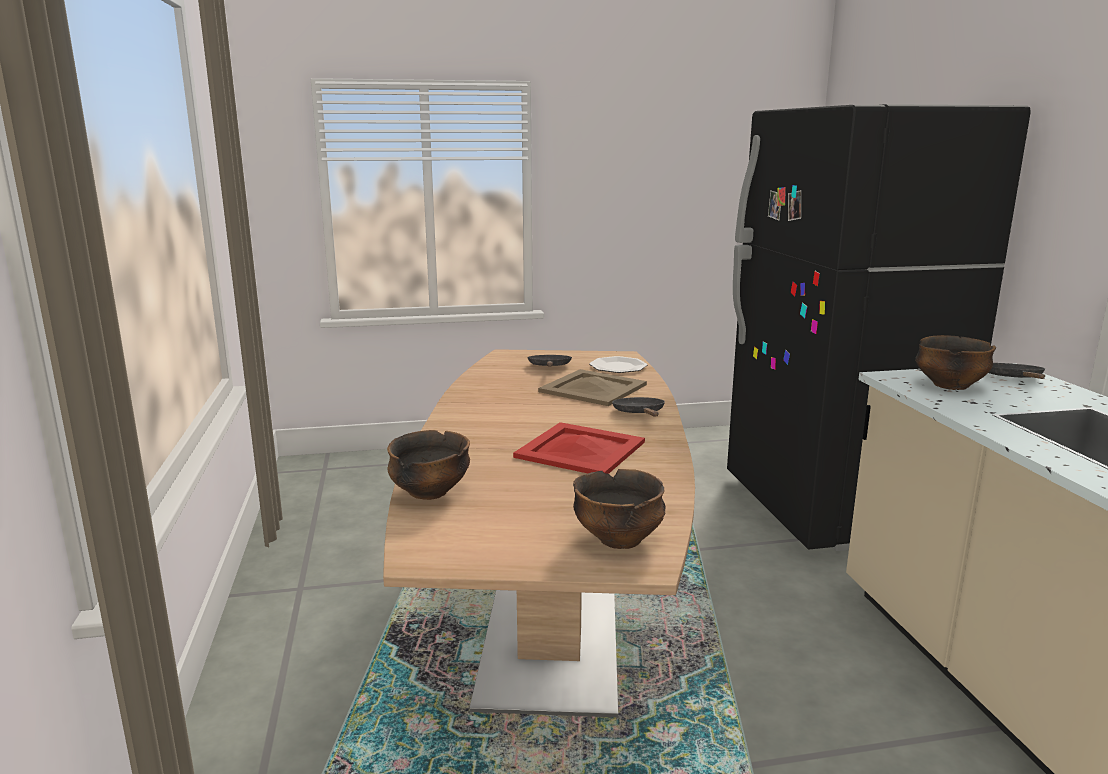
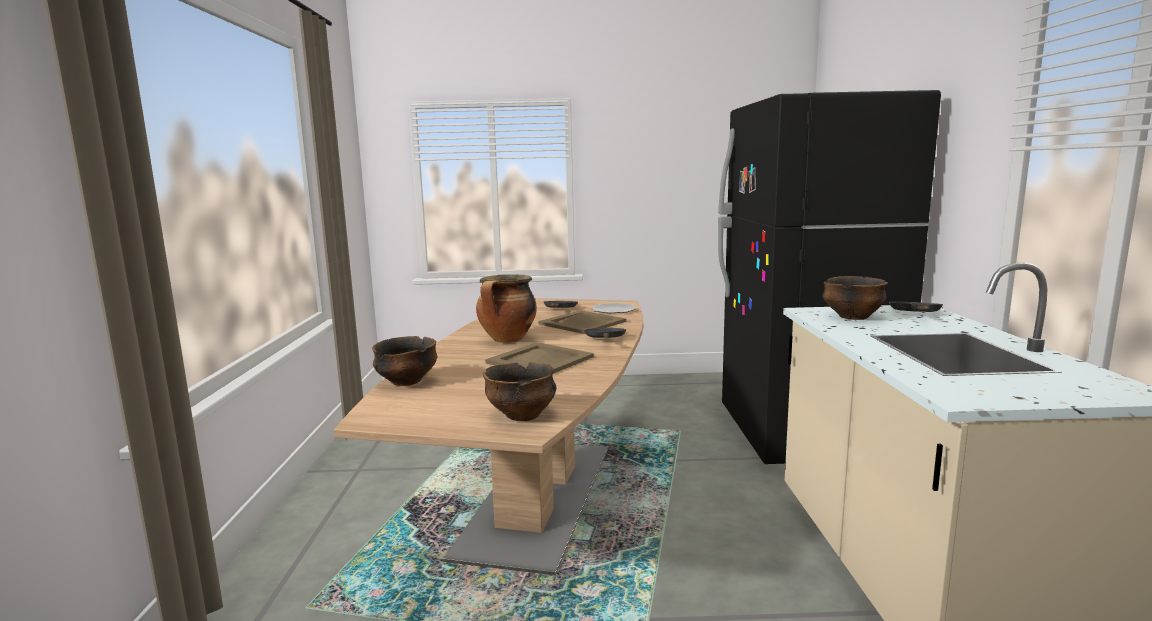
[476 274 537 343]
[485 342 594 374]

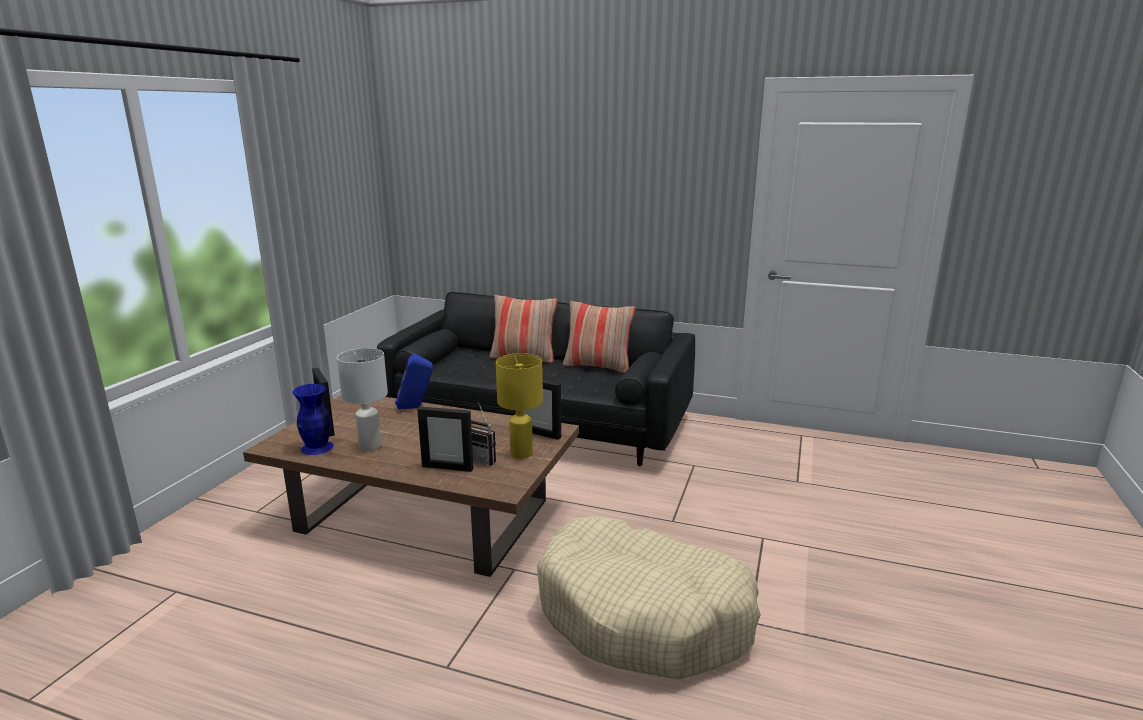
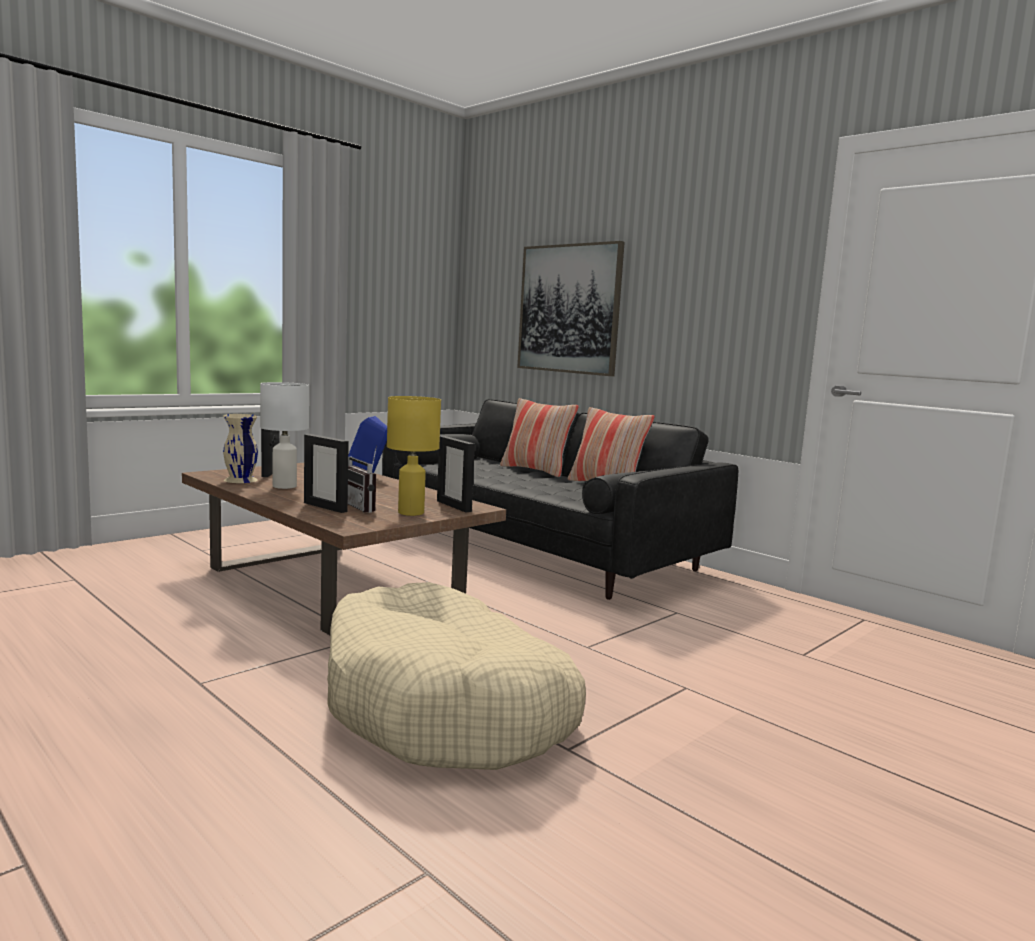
[517 241 625 376]
[223 414 258 483]

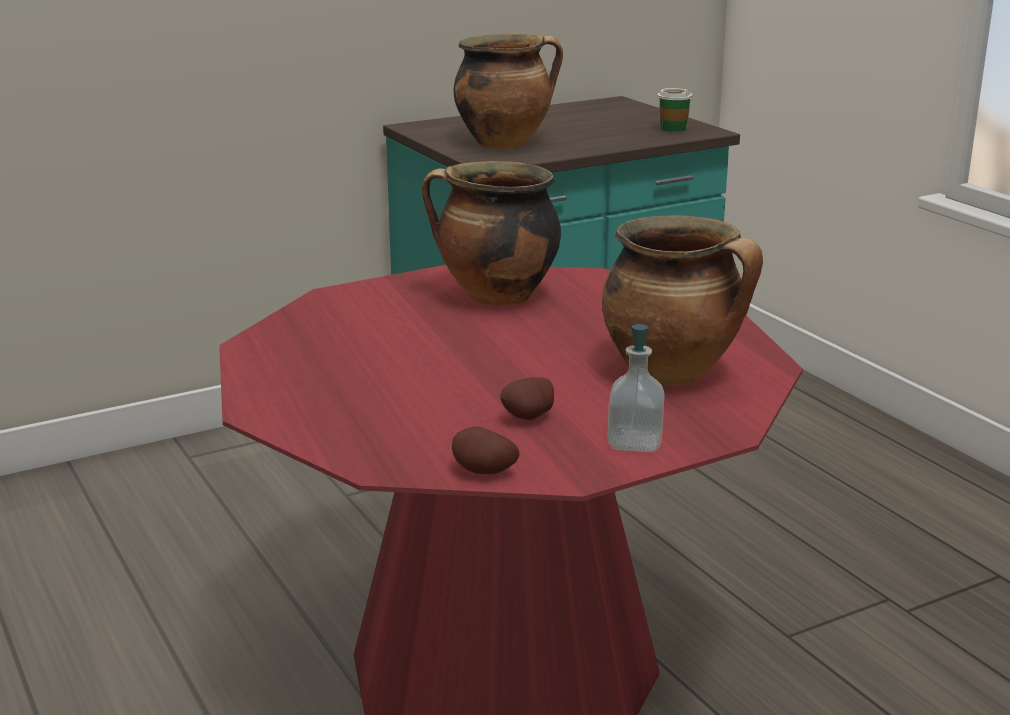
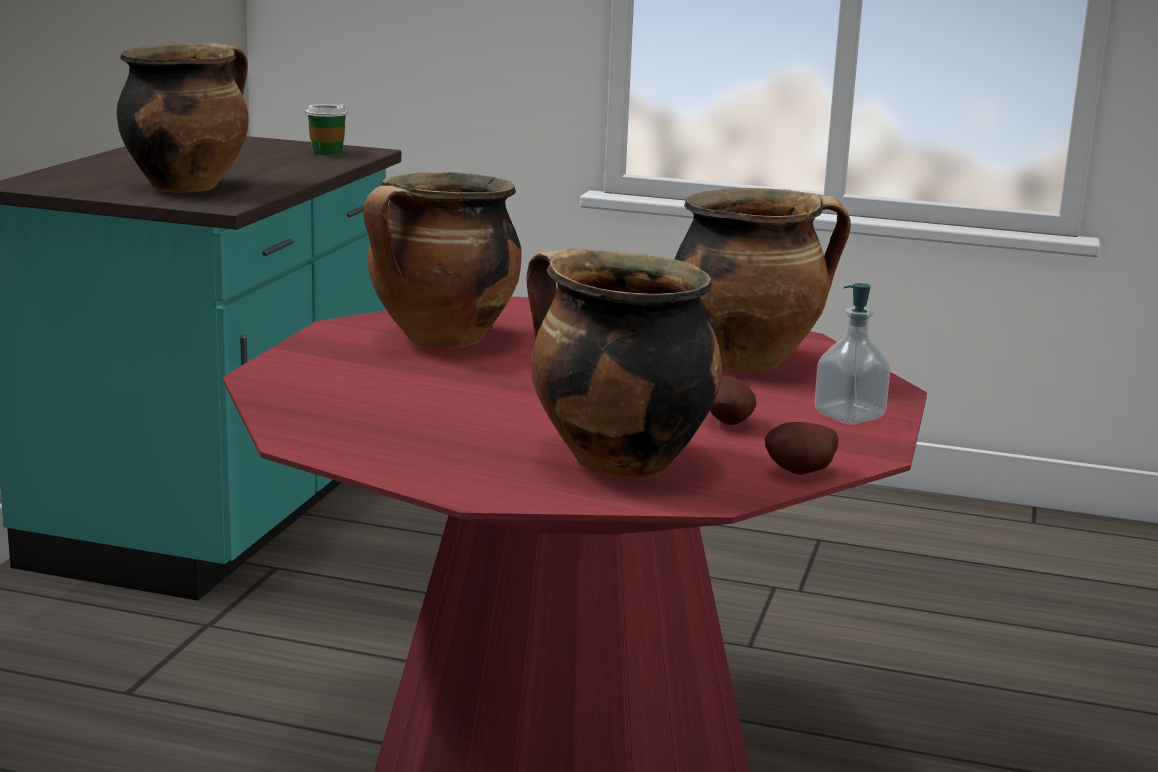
[526 249 722 478]

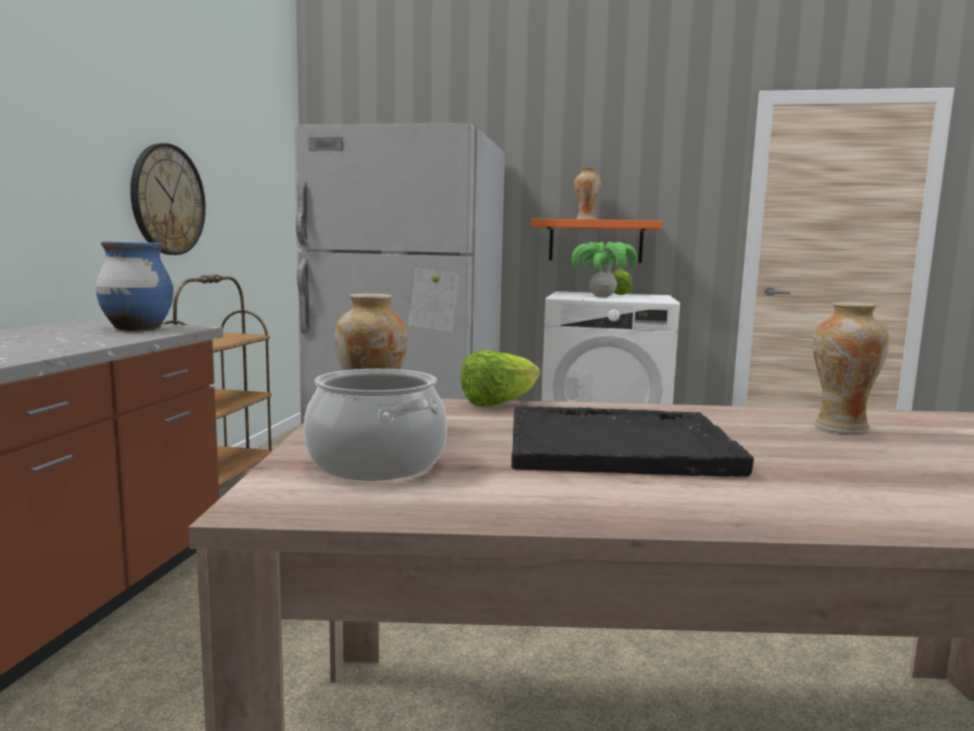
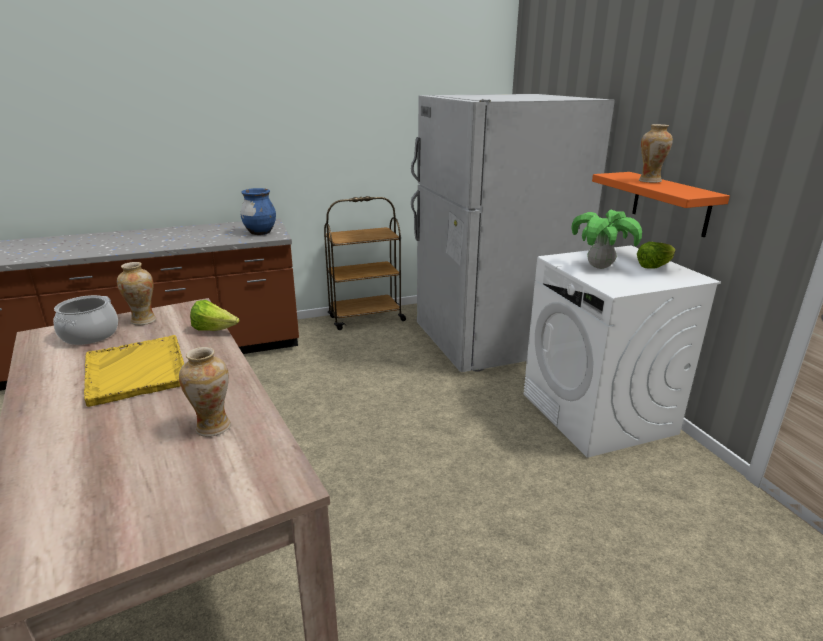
[130 143 206 255] (first image)
[84 335 184 407]

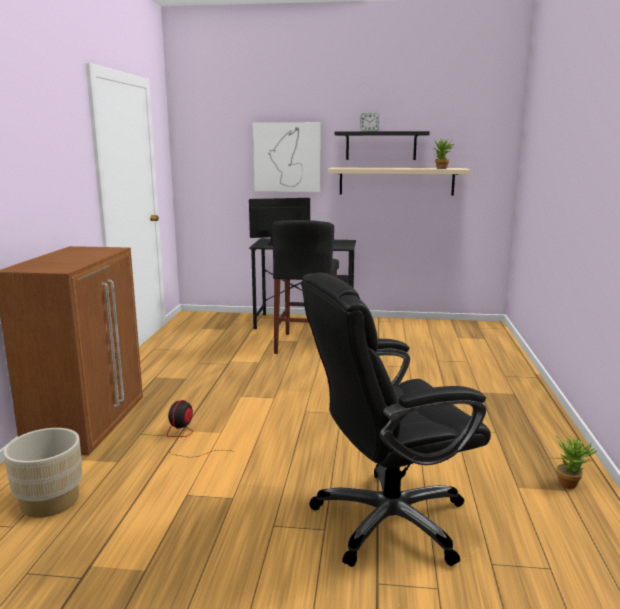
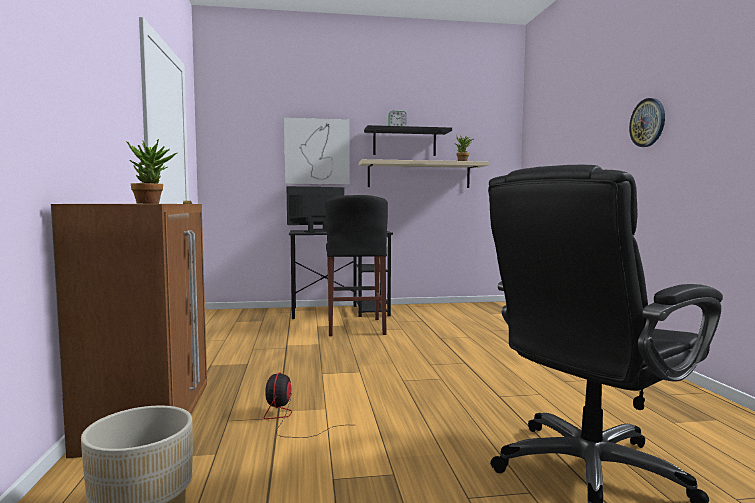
[629 98 665 147]
[126 139 178 204]

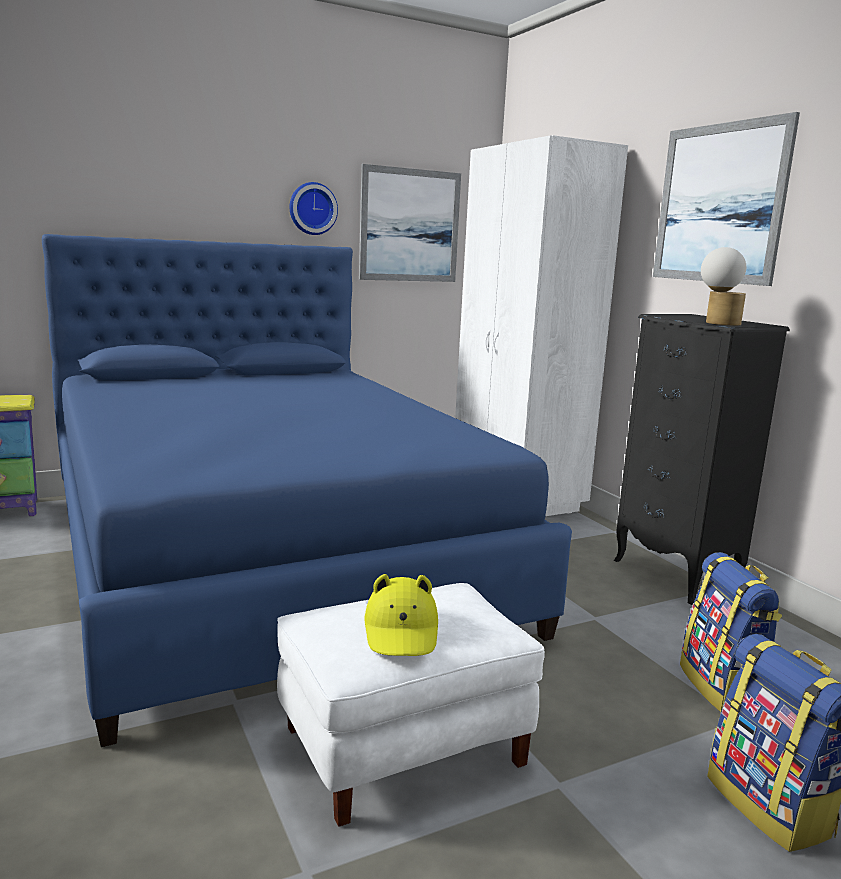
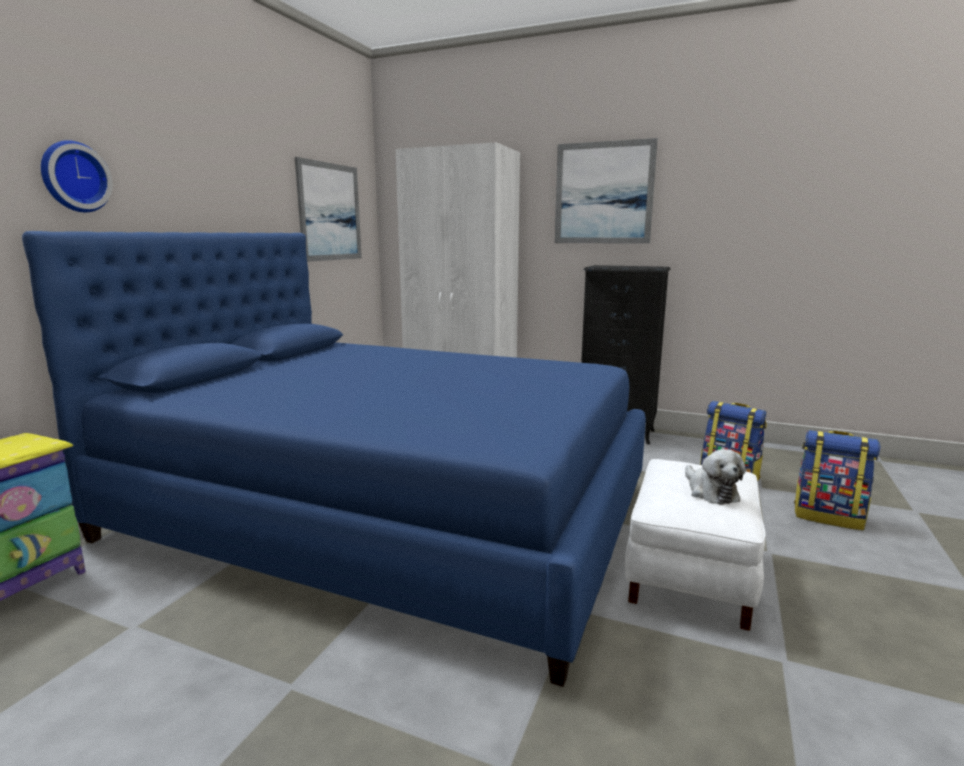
[701 247 746 326] (first image)
[41 140 113 212]
[685 449 746 505]

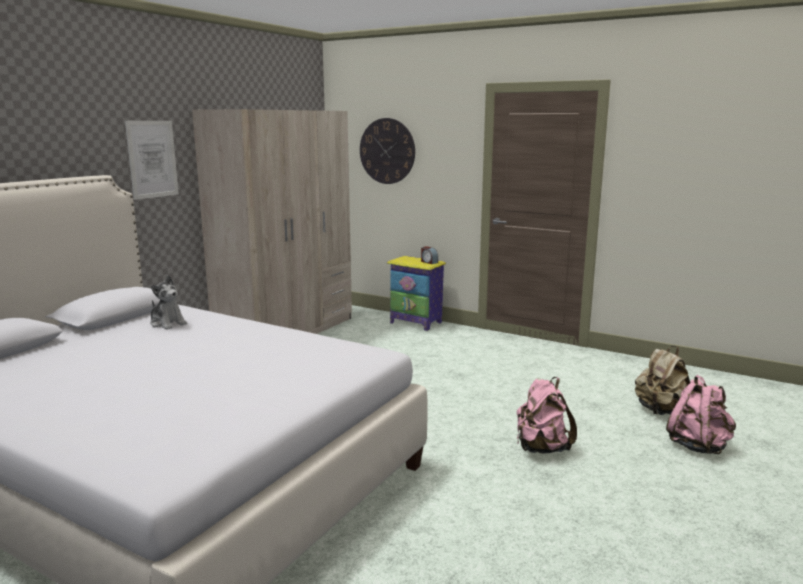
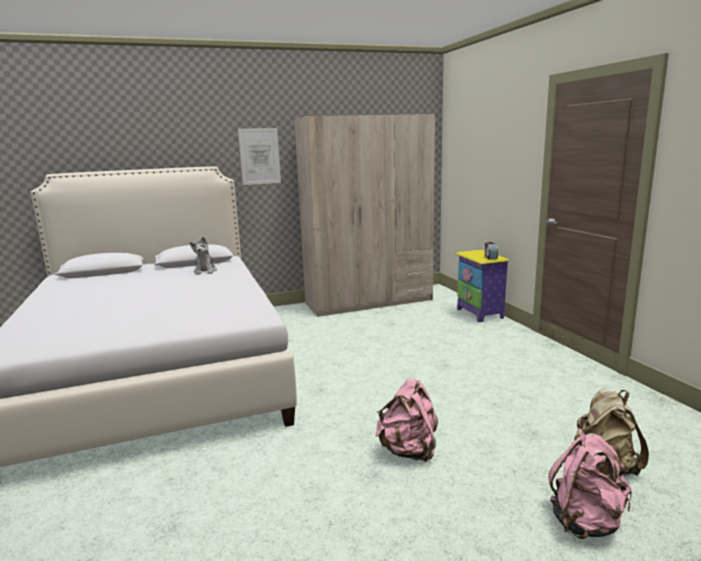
[360 118 415 184] (first image)

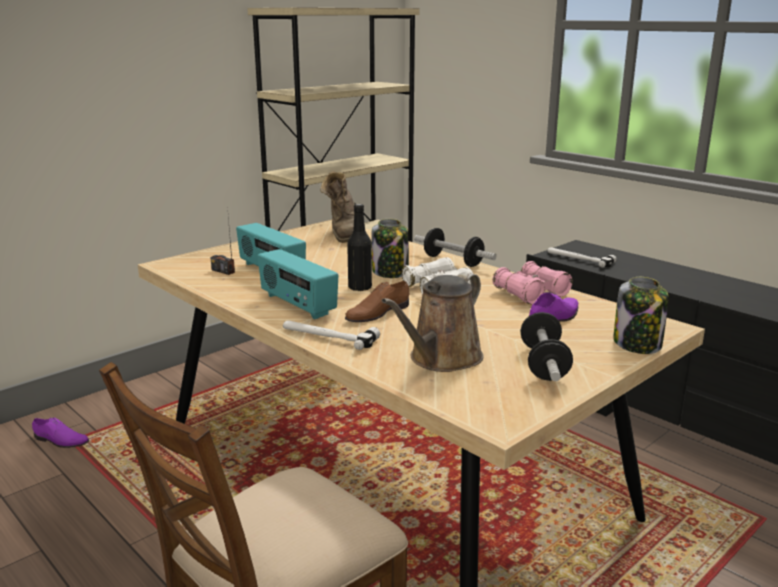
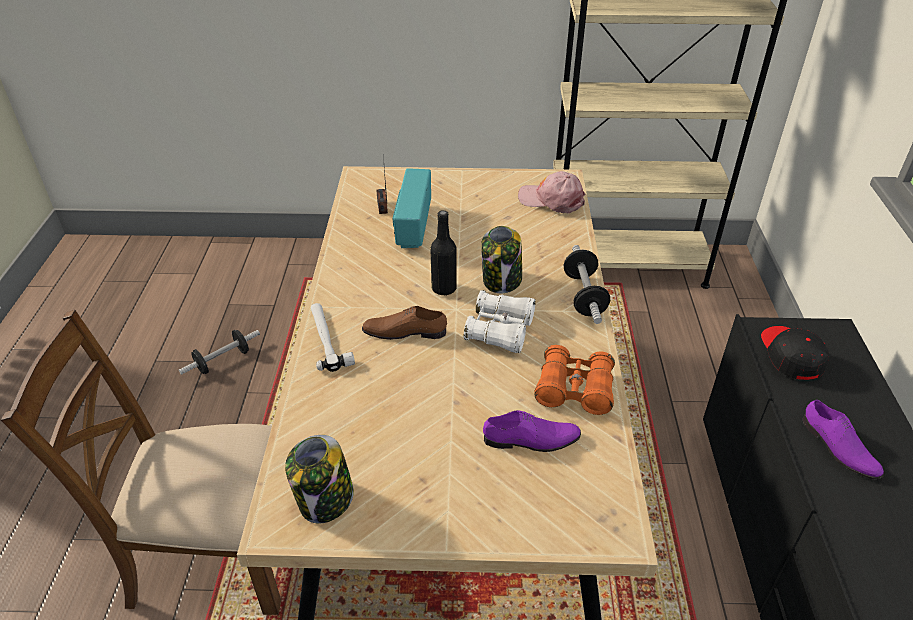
[258 249 338 320] (first image)
[382 273 484 372] (first image)
[802 400 884 479]
[179 330 260 375]
[285 435 354 524]
[518 171 586 213]
[761 326 829 380]
[534 345 615 415]

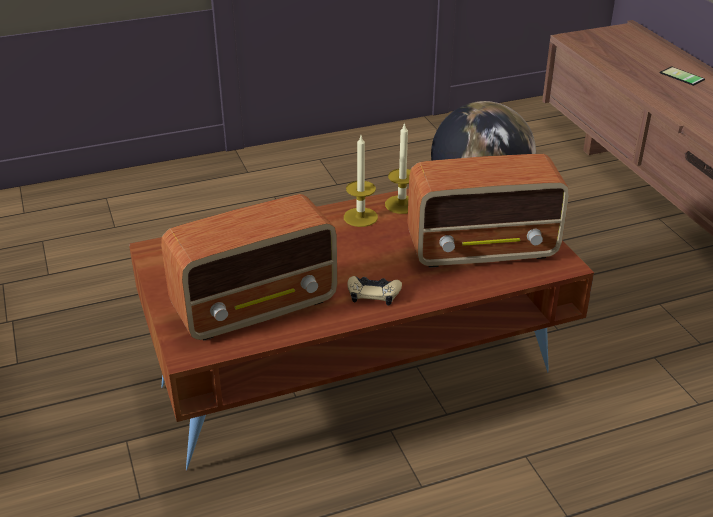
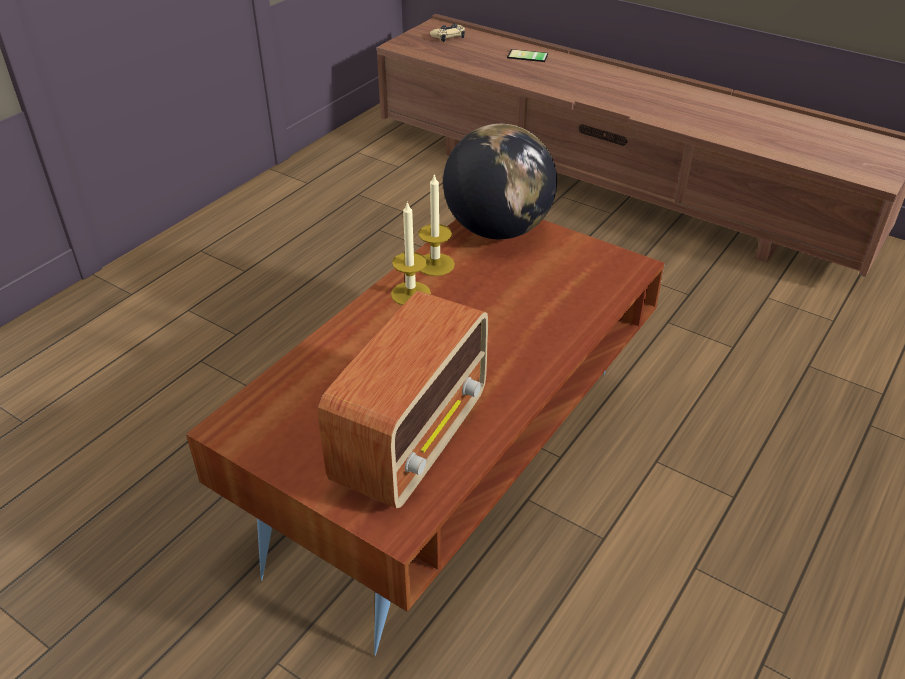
[408 154 569 268] (first image)
[430 23 465 42]

